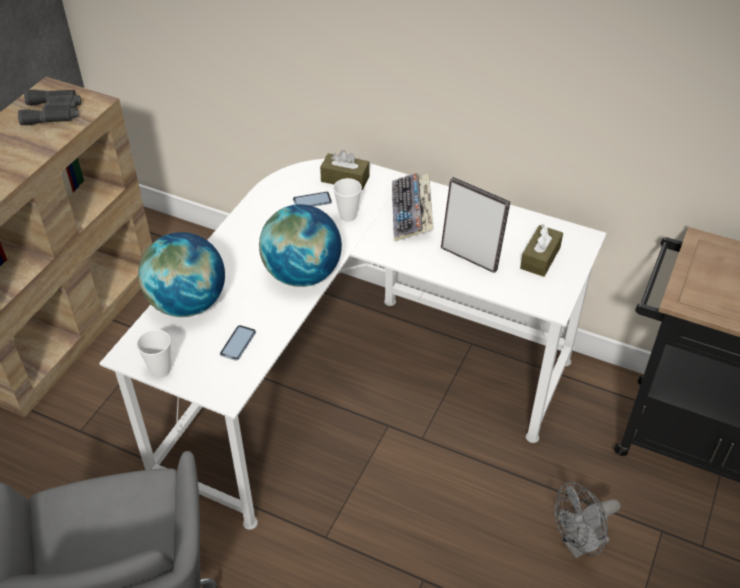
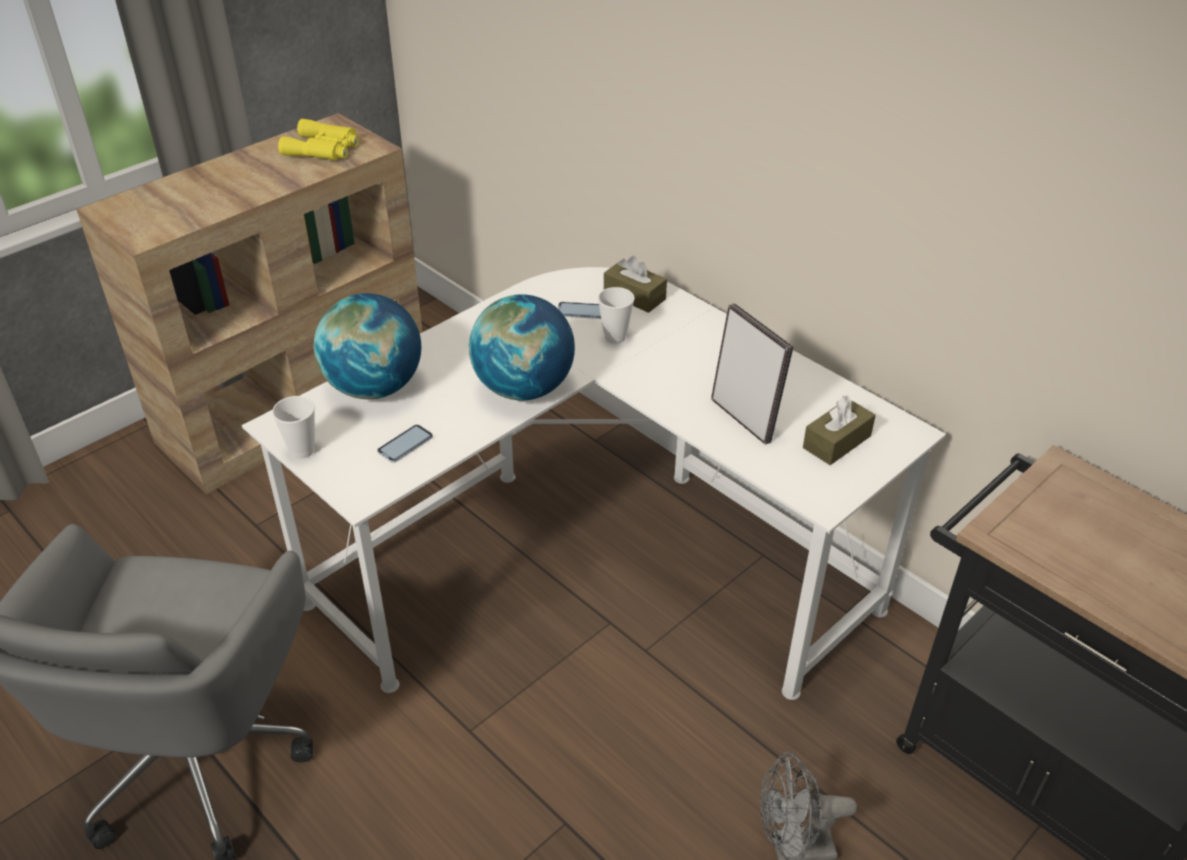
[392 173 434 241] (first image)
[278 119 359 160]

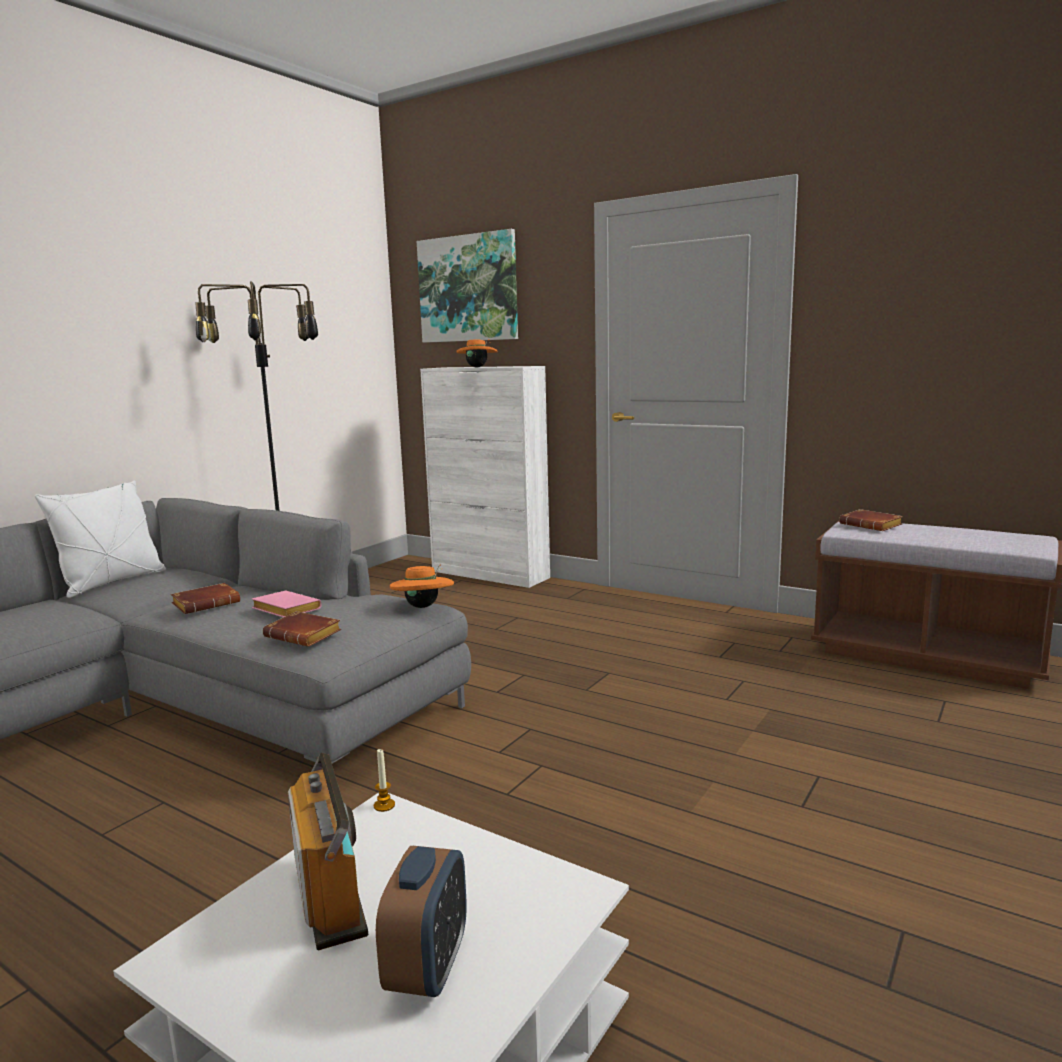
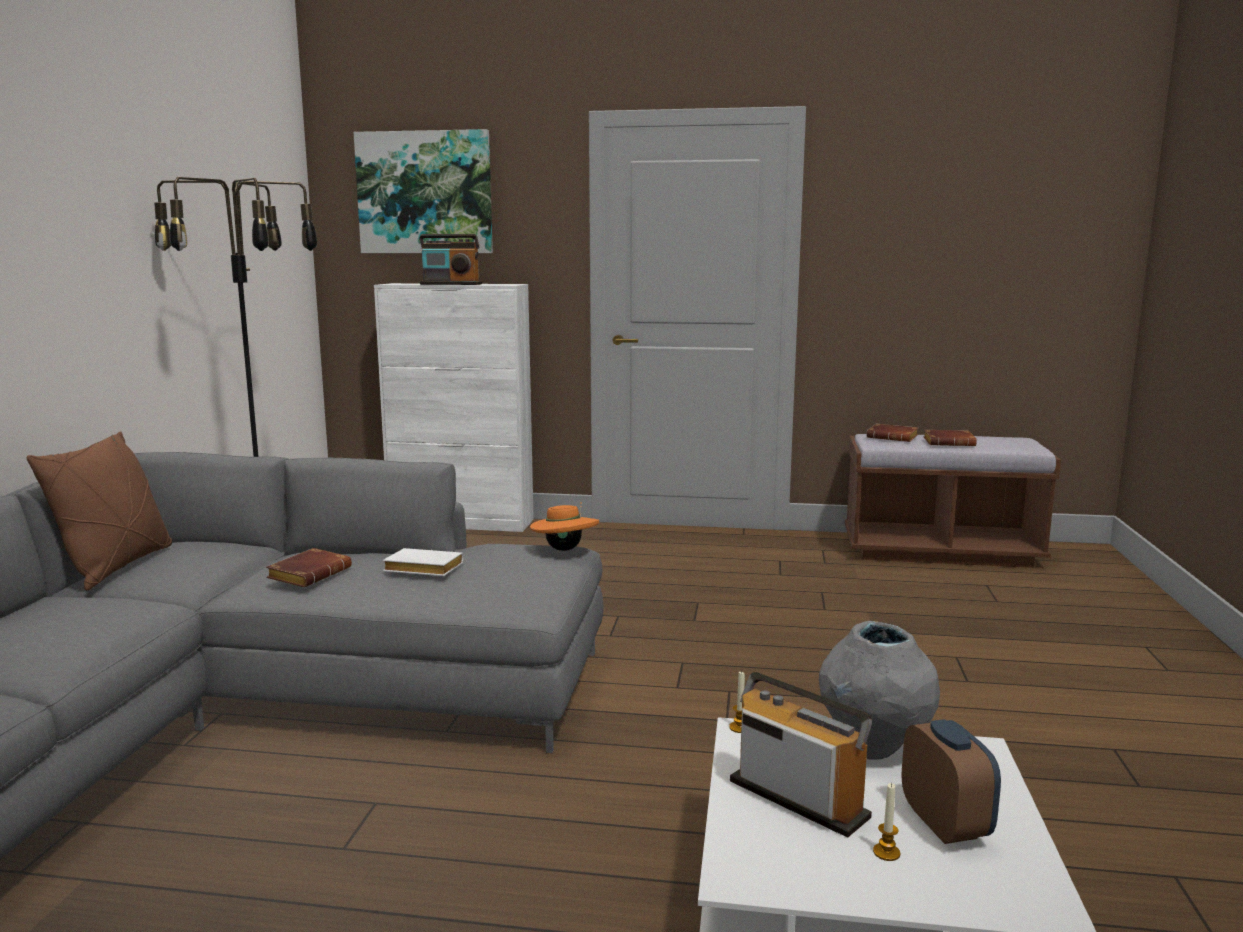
[819 621 940 760]
[873 783 900 861]
[923 430 977 446]
[420 234 483 285]
[27 431 172 590]
[383 548 463 576]

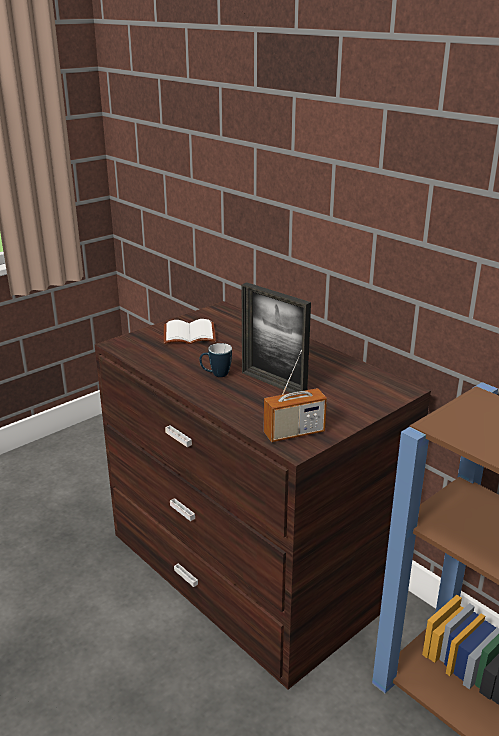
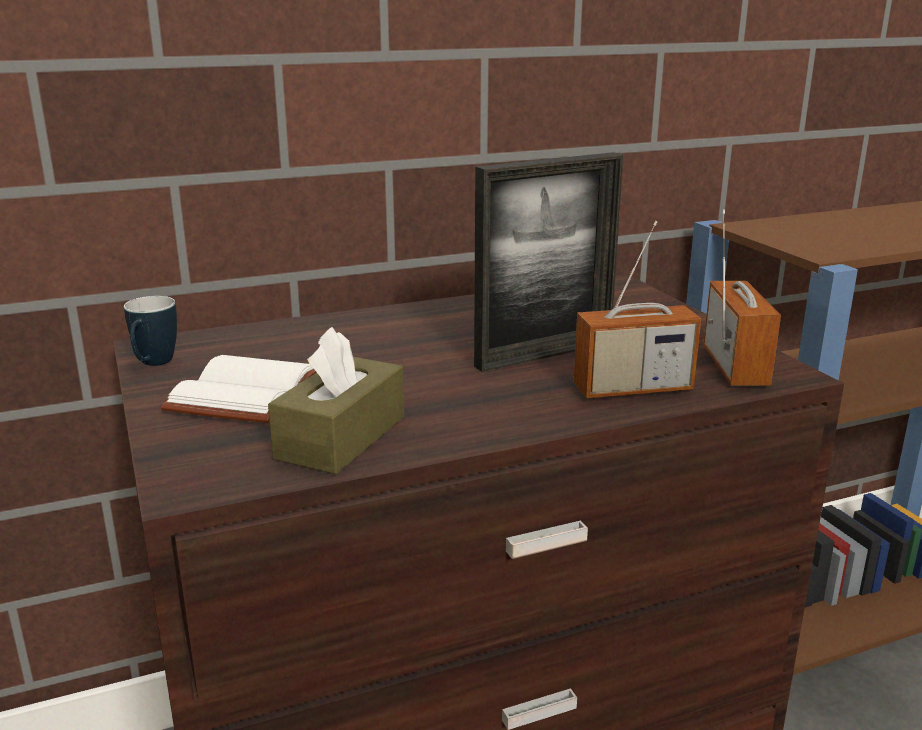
[268 327 404 474]
[574 221 701 398]
[124 296 177 366]

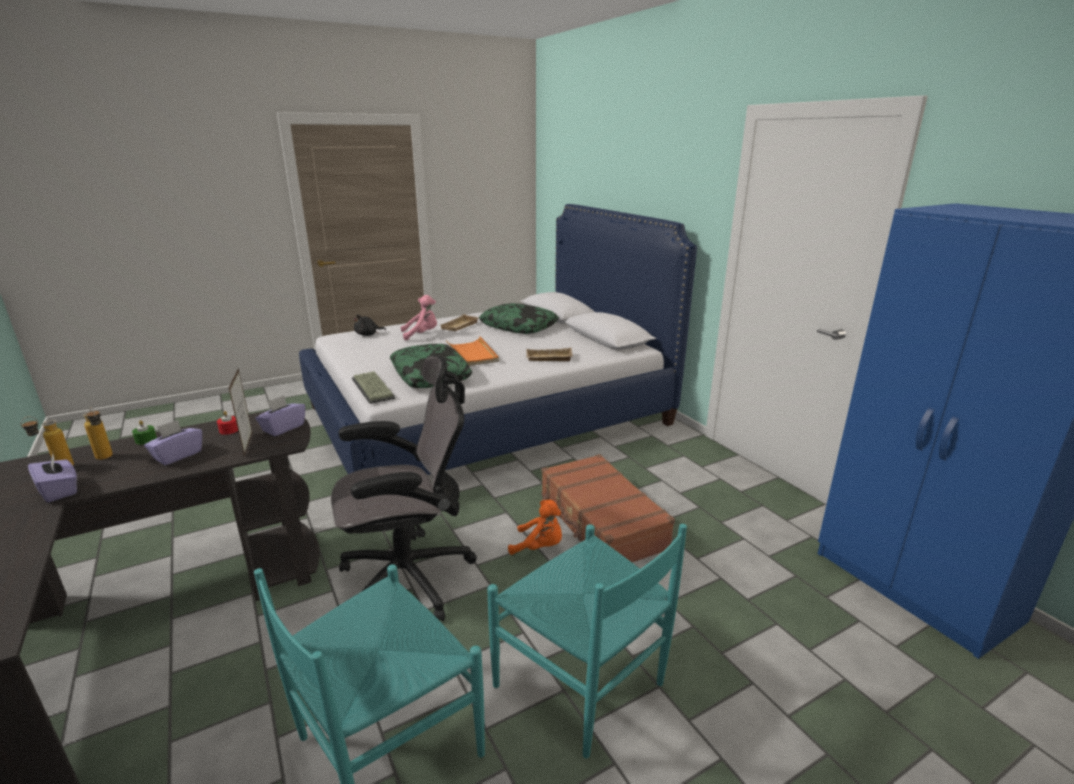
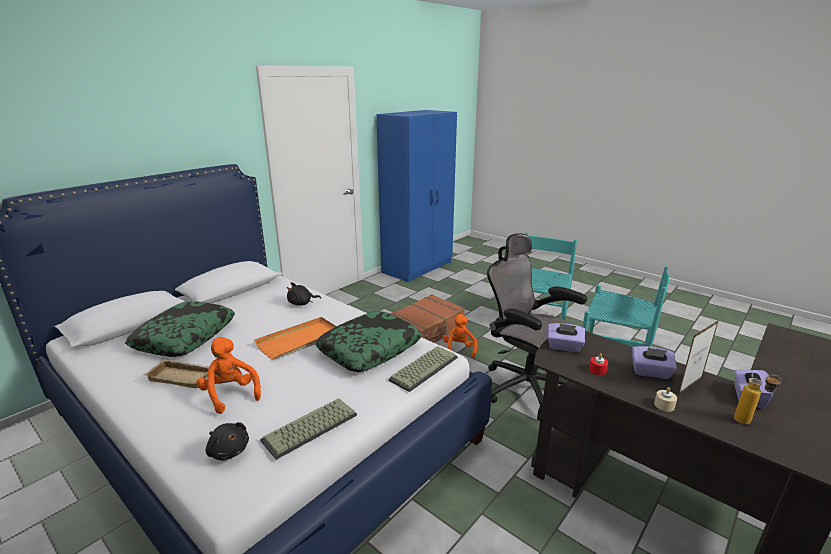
[83 407 113 460] (first image)
[260 398 357 460]
[678 320 719 395]
[287 282 321 306]
[654 387 677 412]
[196 337 261 414]

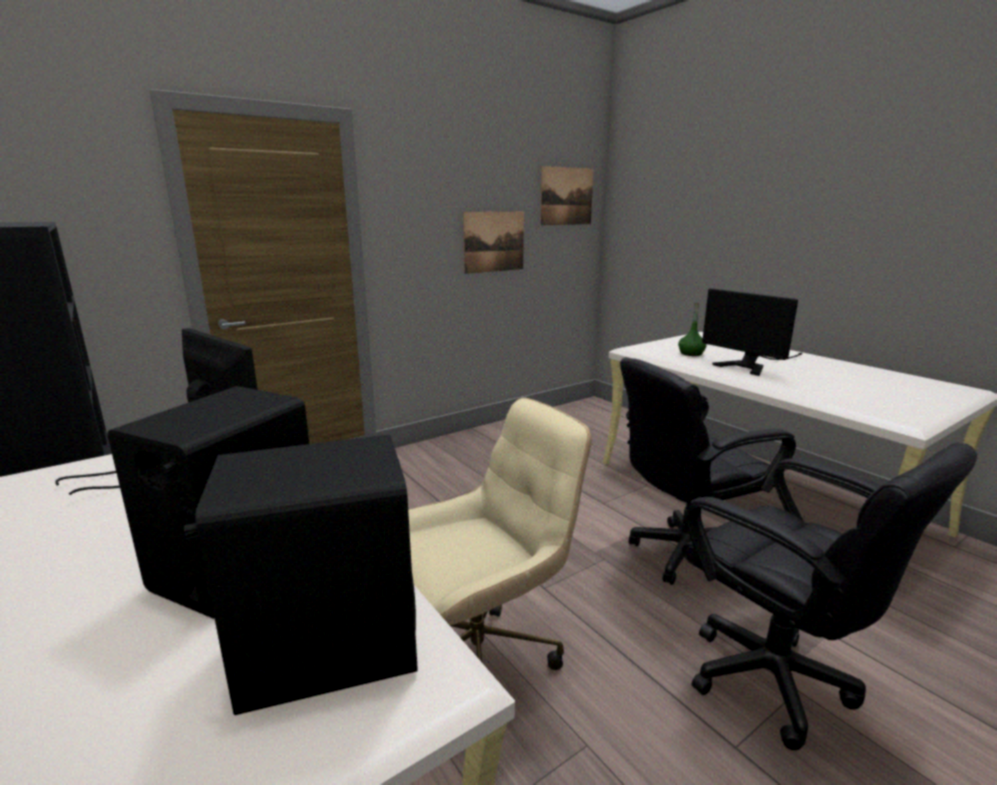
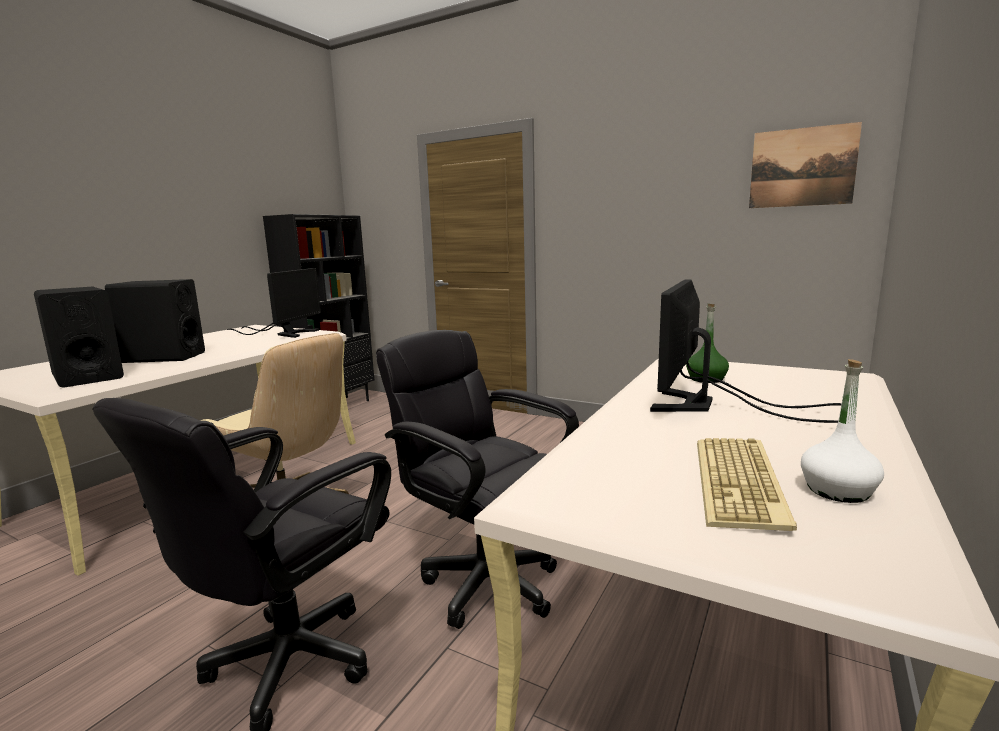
[463 211 524 274] (first image)
[697 438 797 531]
[801 359 884 503]

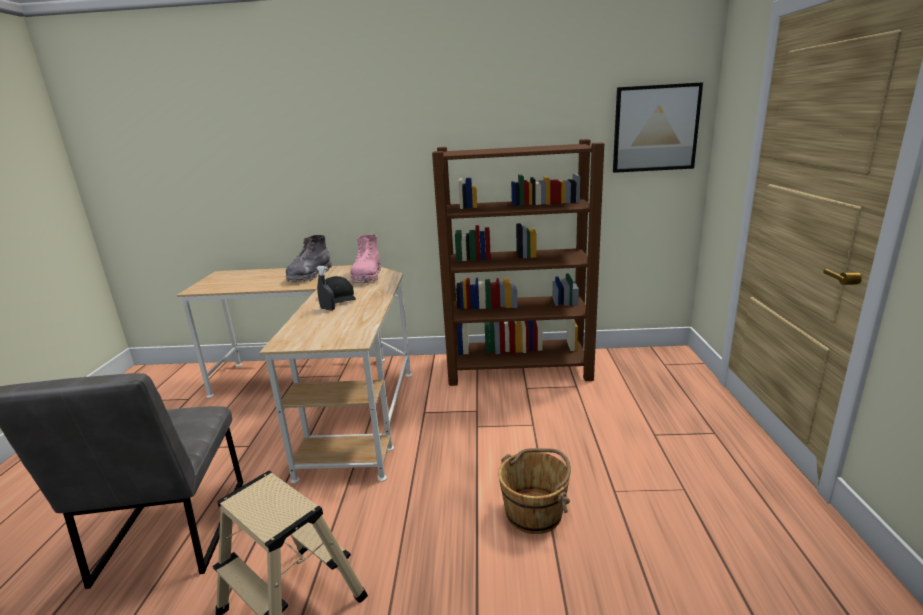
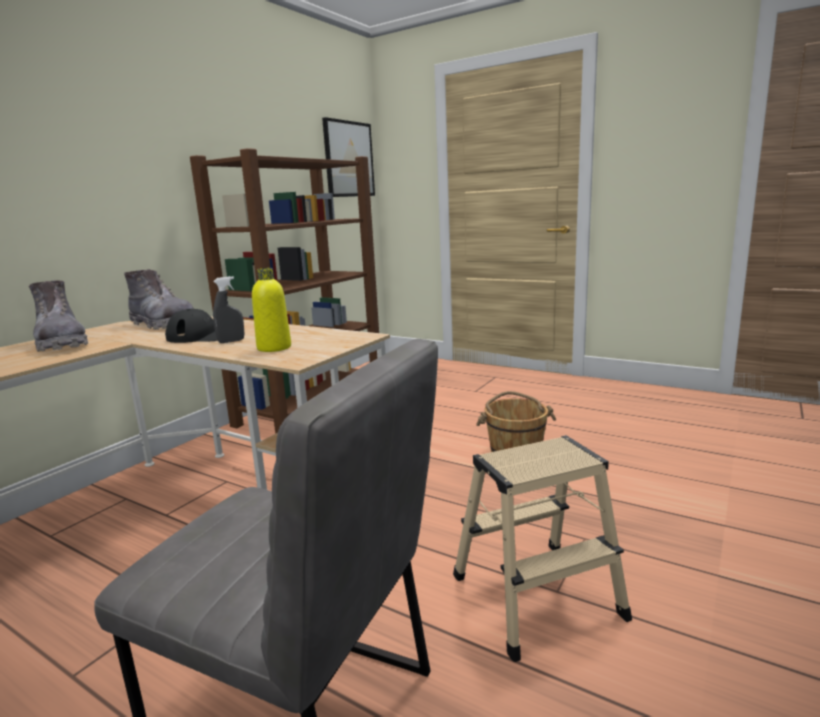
[252 268 291 352]
[124 269 194 330]

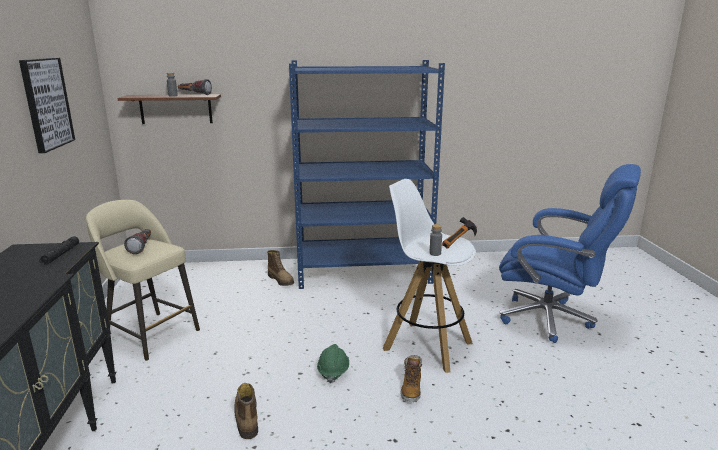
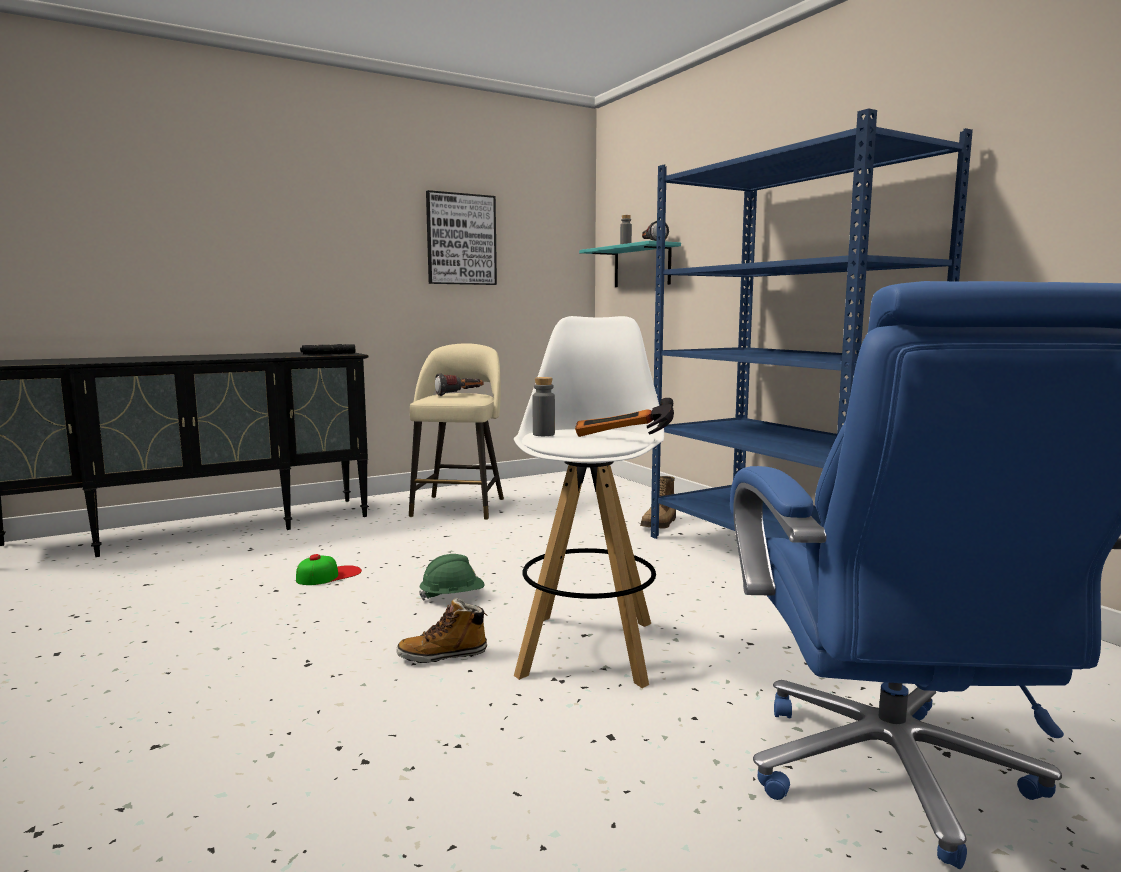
[296 554 362 585]
[579 241 681 287]

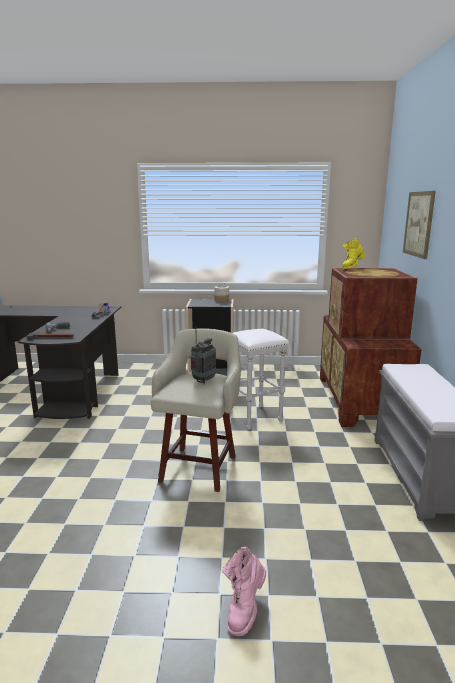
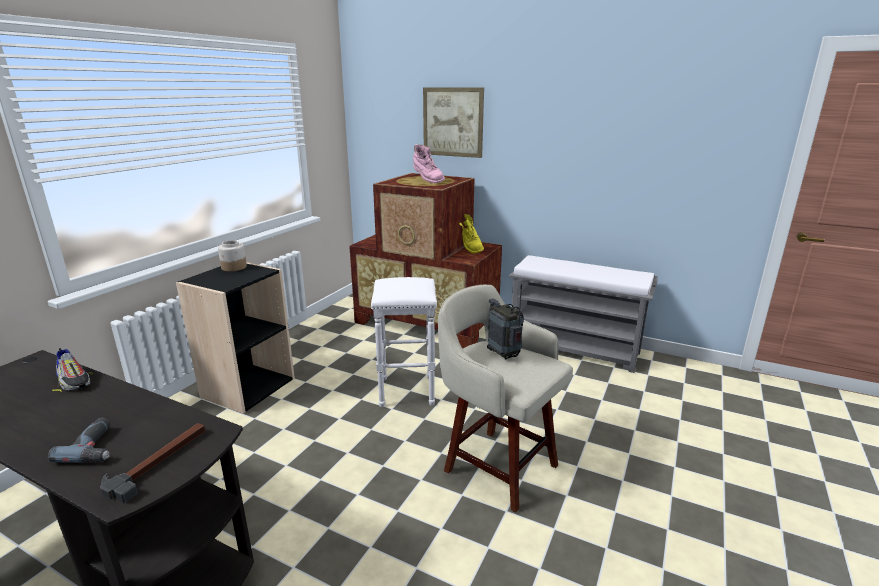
[413 144 445 183]
[459 214 484 253]

